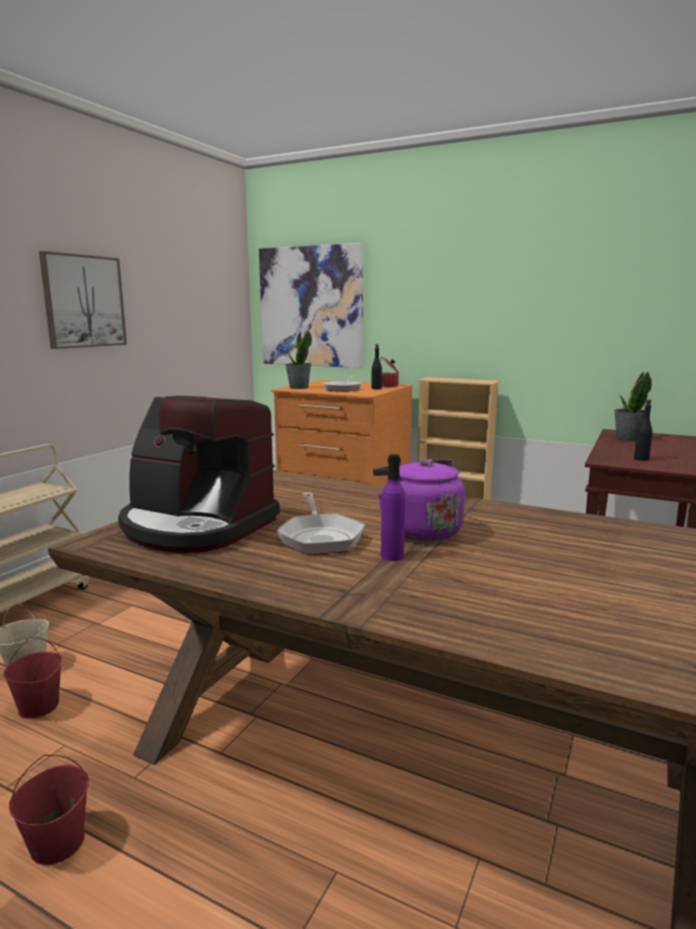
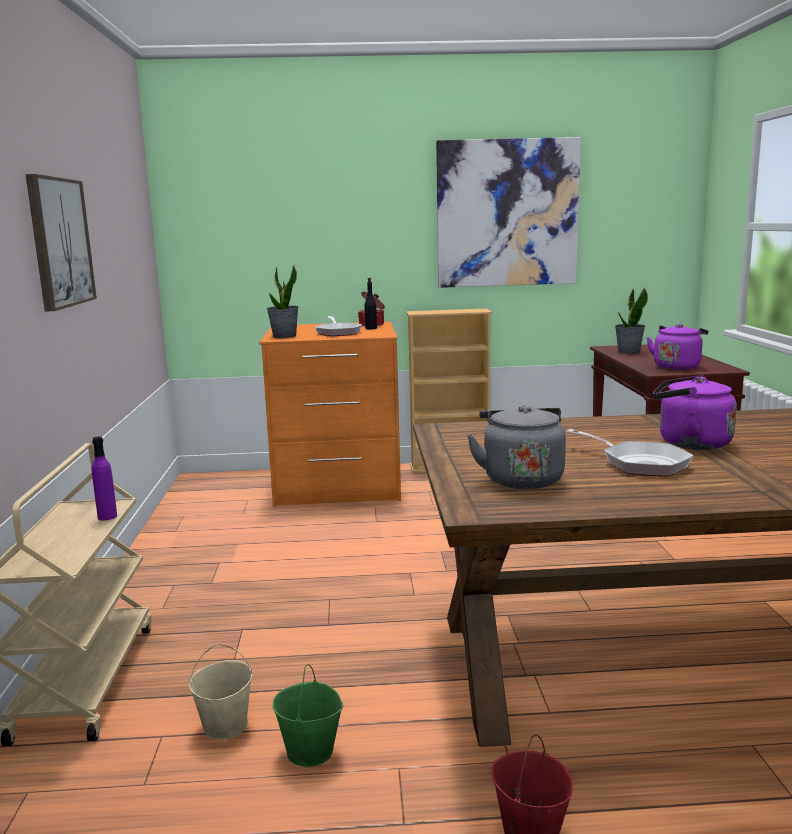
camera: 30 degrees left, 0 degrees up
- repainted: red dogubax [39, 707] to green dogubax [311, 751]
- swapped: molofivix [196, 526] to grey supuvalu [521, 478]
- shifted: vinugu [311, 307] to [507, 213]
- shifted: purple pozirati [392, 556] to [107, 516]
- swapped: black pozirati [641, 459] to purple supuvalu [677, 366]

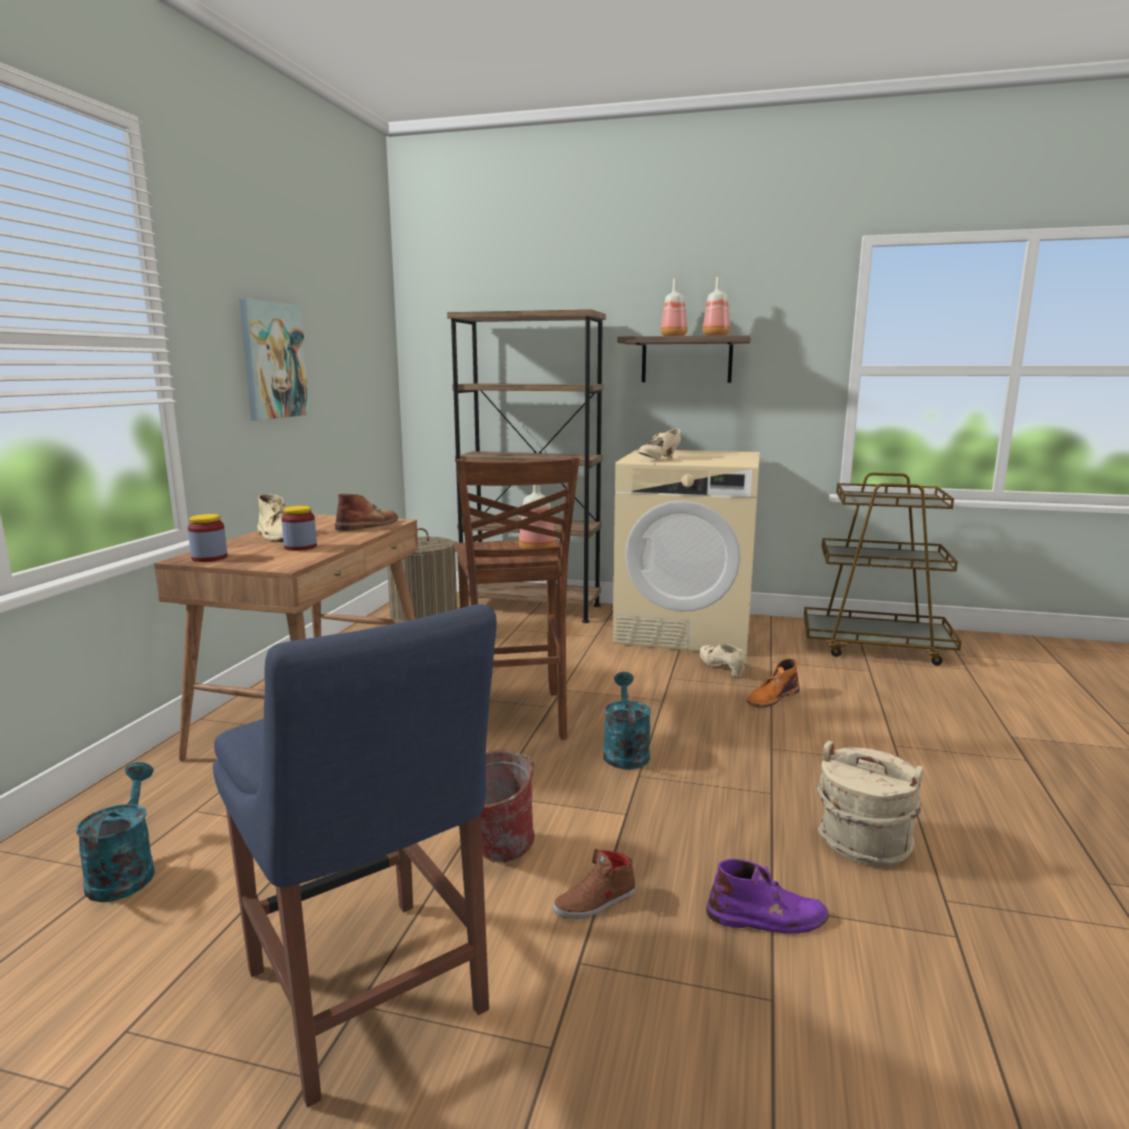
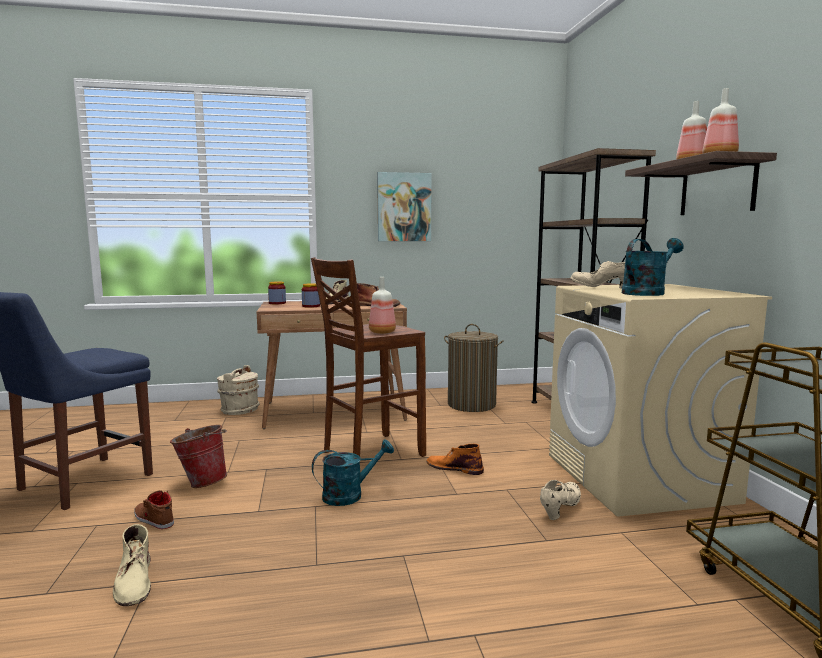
camera: 65 degrees right, 5 degrees down
- shifted: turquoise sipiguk [124, 871] to [647, 293]
- repainted: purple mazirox [768, 917] to beige mazirox [134, 582]
- shifted: orange mazirox [772, 697] to [454, 468]
- shifted: beige dogubax [863, 843] to [239, 410]

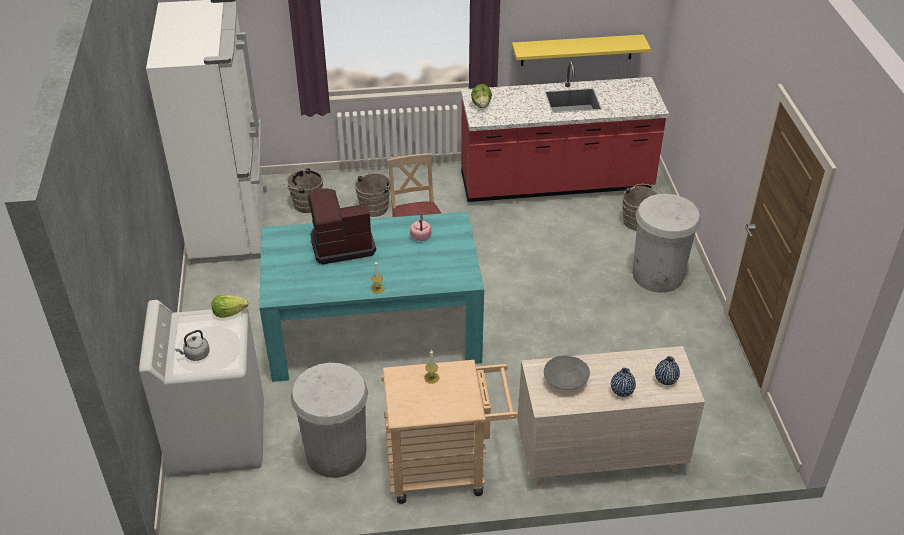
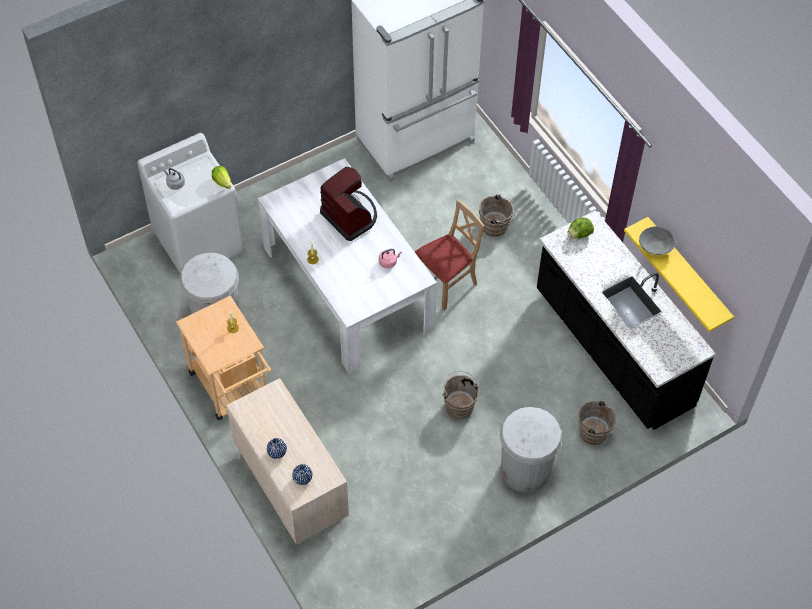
camera: 65 degrees right, 15 degrees up
- repainted: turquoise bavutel [373, 330] to white bavutel [347, 288]
- shifted: brown dogubax [305, 204] to [458, 404]
- repainted: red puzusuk [556, 184] to black puzusuk [612, 350]
- shifted: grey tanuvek [565, 381] to [655, 246]

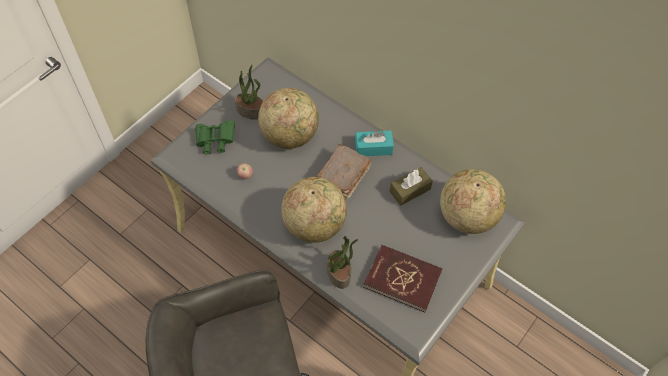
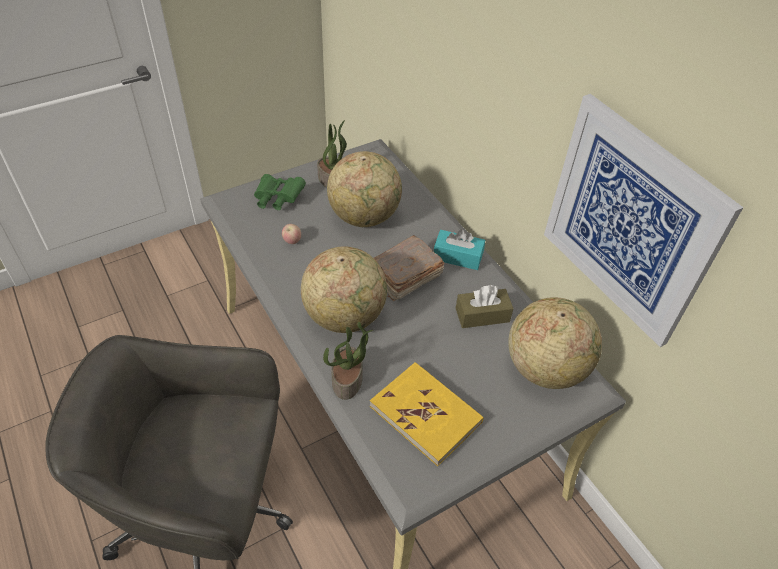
camera: 20 degrees right, 10 degrees down
- repainted: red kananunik [402, 279] to yellow kananunik [426, 414]
- new: vinugu [629, 221]

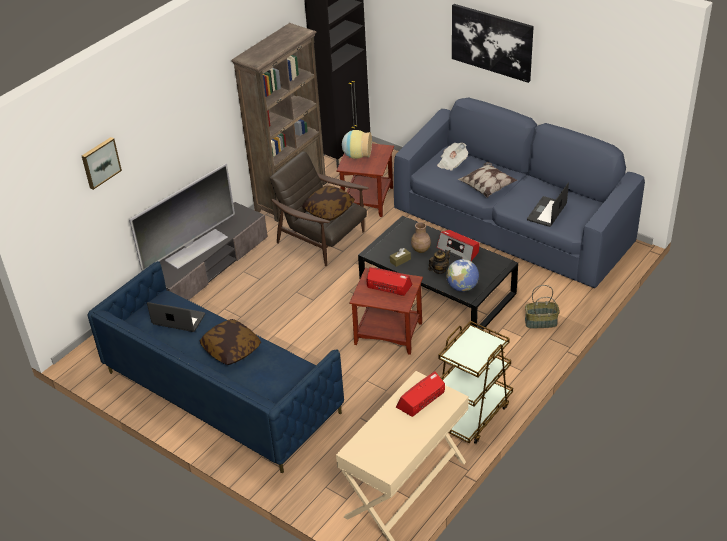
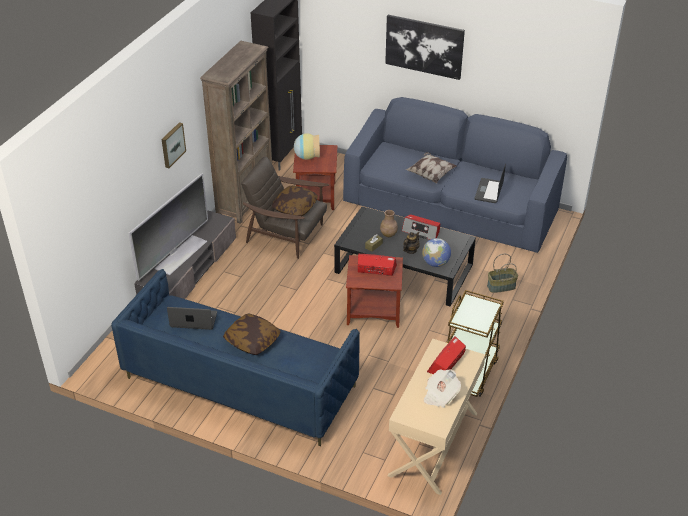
camera: 15 degrees left, 0 degrees up
- shifted: vinugu [100, 162] to [172, 144]
- shifted: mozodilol [452, 163] to [440, 395]

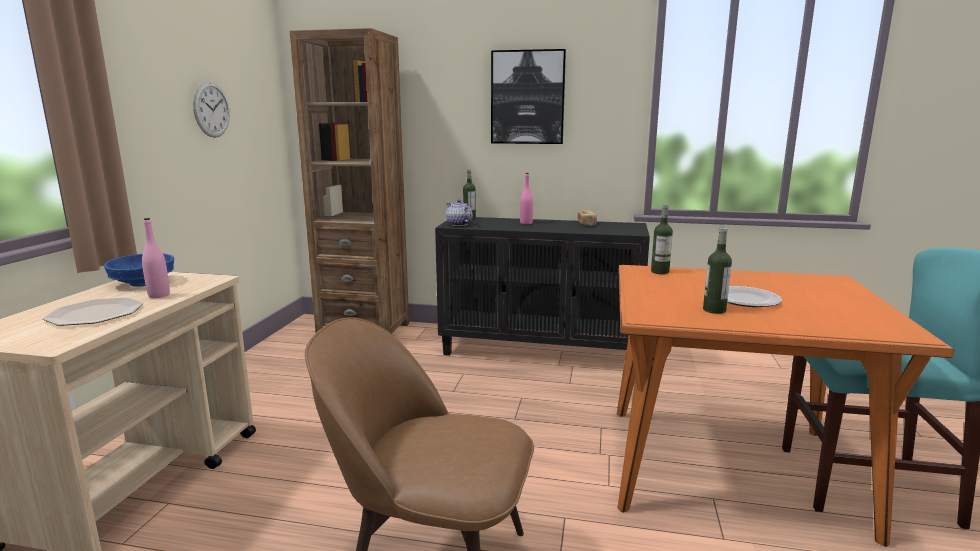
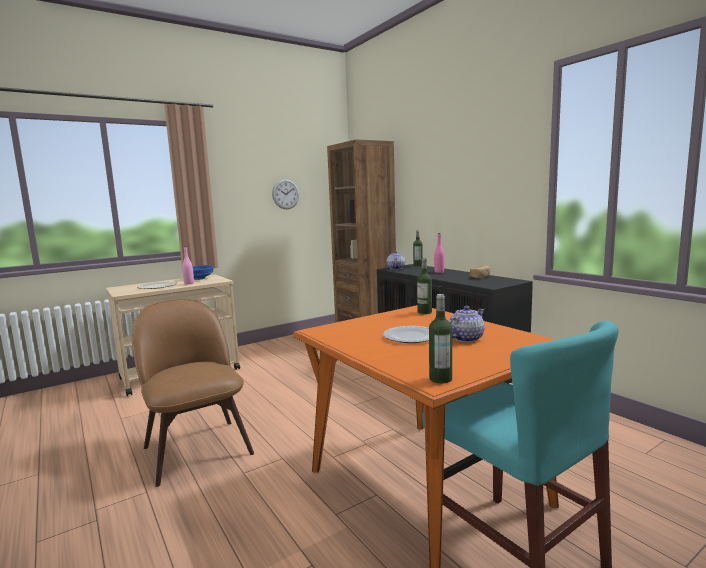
camera: 45 degrees right, 5 degrees down
- gone: vinugu [527, 97]
- shifted: pozirati [714, 310] to [440, 379]
- new: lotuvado [465, 338]

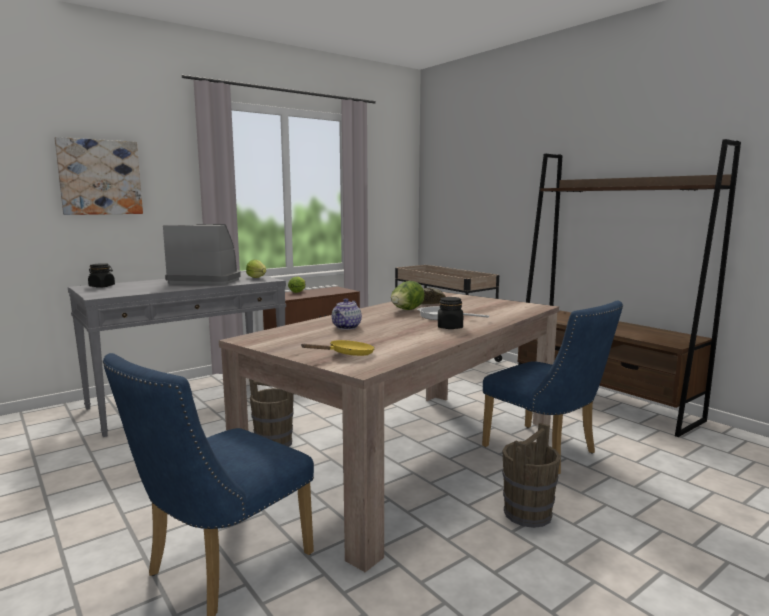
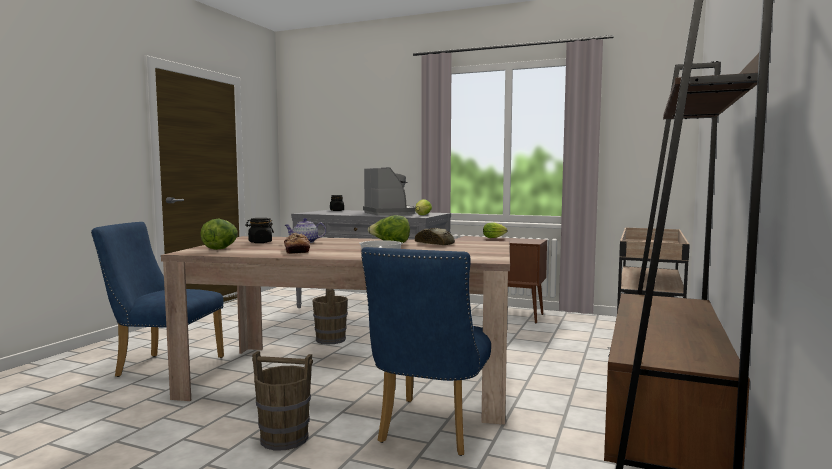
camera: 60 degrees right, 5 degrees down
- gone: vinugu [100, 177]
- swapped: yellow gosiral [347, 355] to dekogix [221, 248]
- shifted: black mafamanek [450, 327] to [260, 242]
- new: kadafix [296, 250]

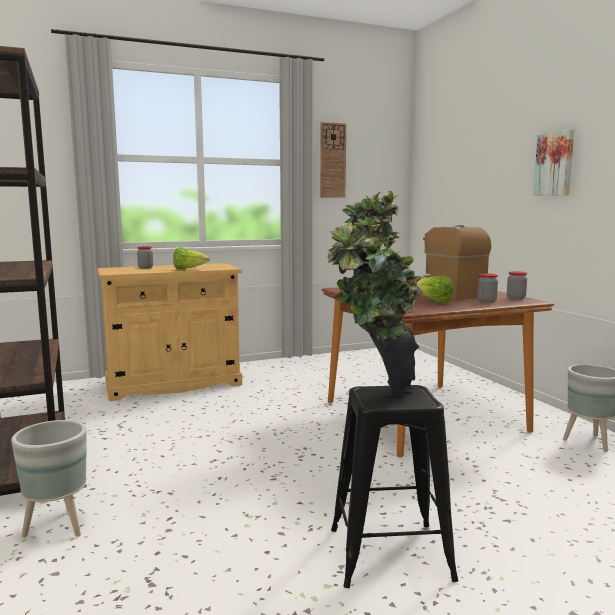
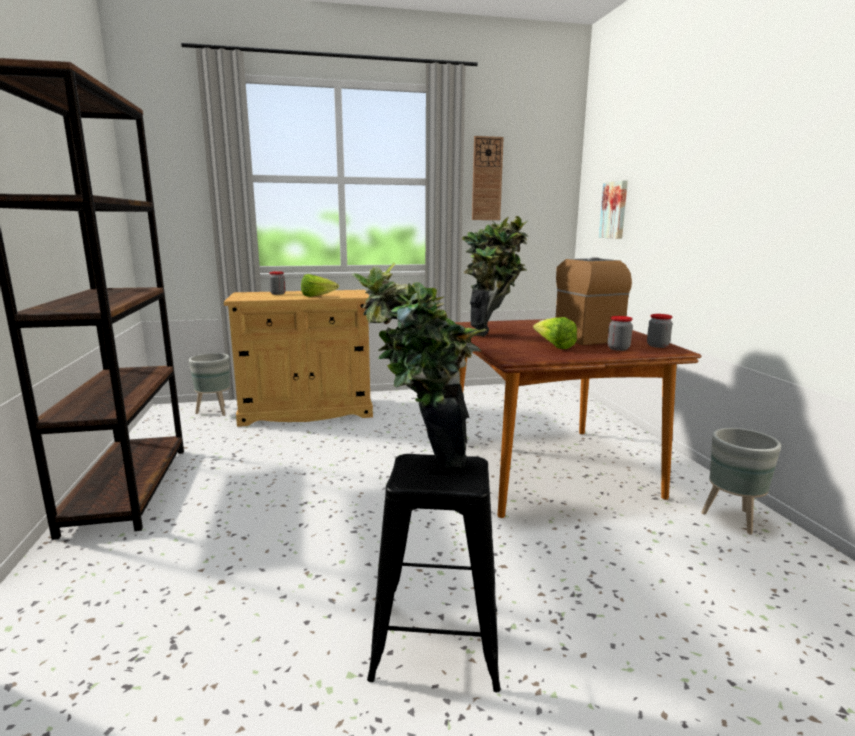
camera: 10 degrees right, 5 degrees up
- shifted: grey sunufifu [57, 527] to [214, 411]
- shifted: vinugu [555, 164] to [615, 210]

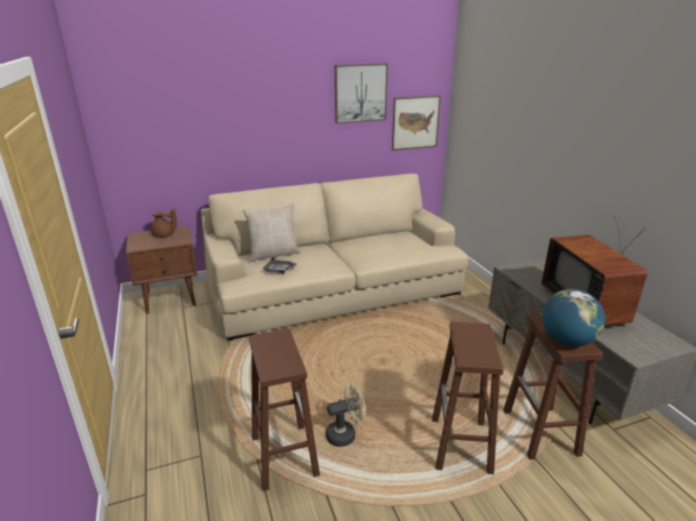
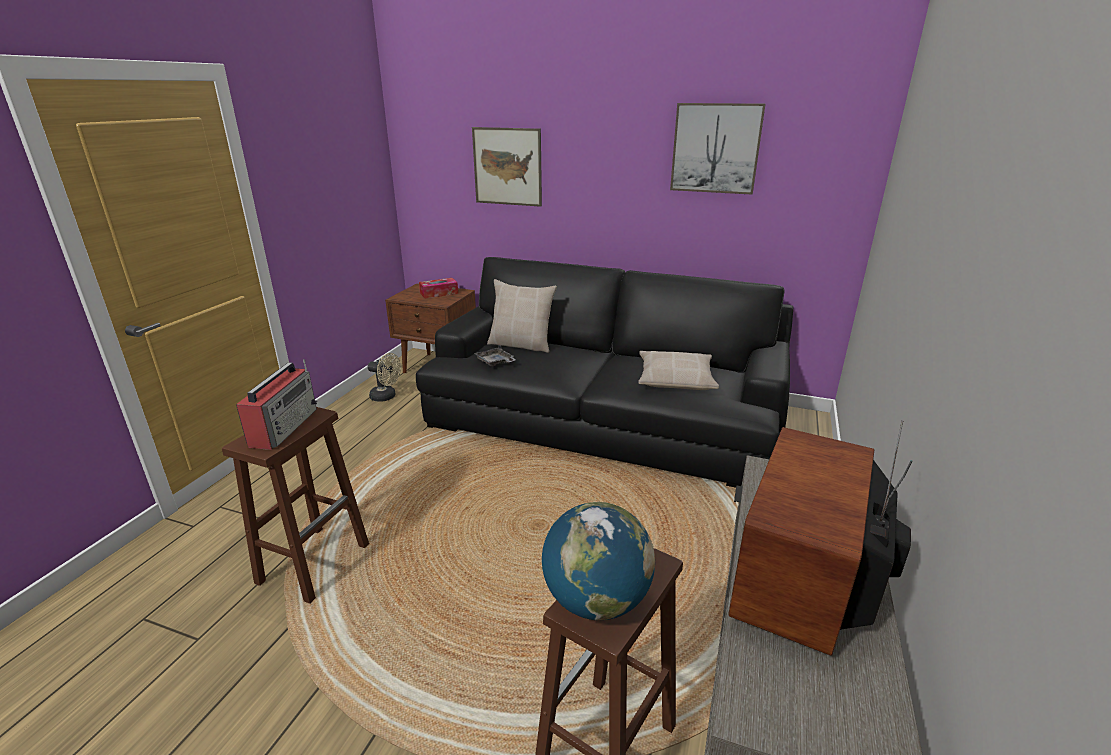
camera: 40 degrees right, 0 degrees up
- swapped: brown lotuvado [164, 235] to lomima [439, 293]
- repainted: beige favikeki [334, 288] to black favikeki [604, 417]
- shifted: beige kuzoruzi [345, 434] to [386, 397]
- shifted: vinugu [415, 123] to [507, 166]
- gone: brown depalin [461, 446]
- new: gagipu [284, 426]
- new: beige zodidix [675, 379]

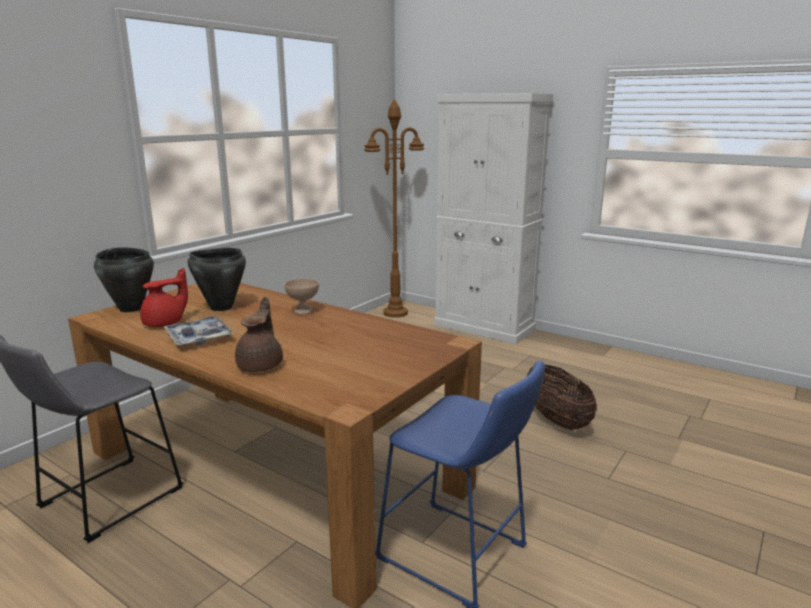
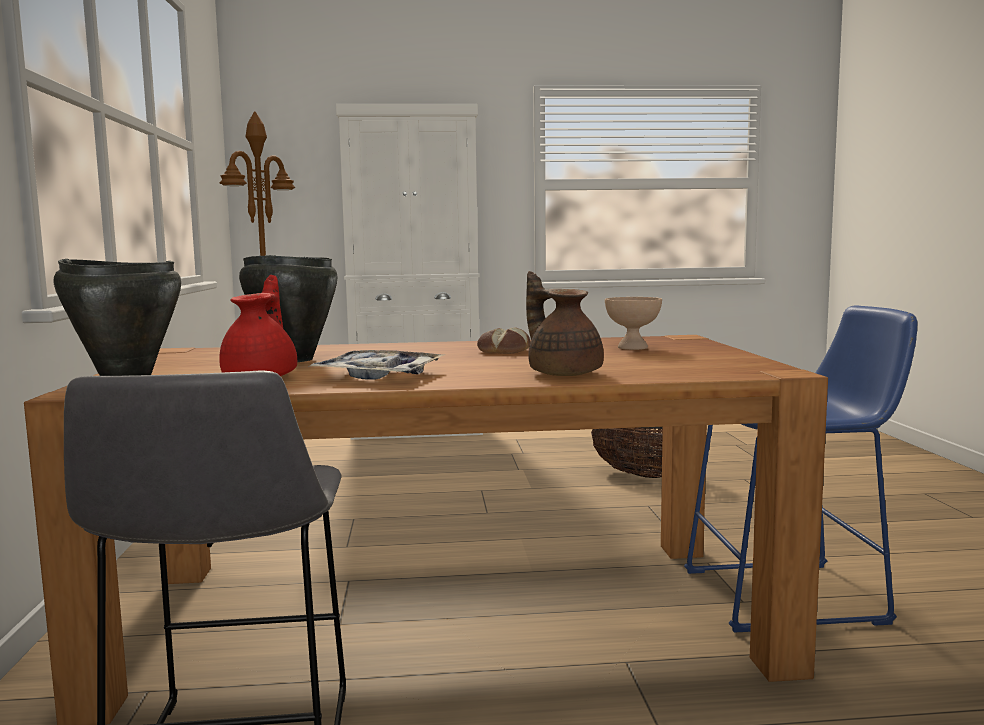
camera: 40 degrees left, 10 degrees down
- shifted: beige tanuvek [303, 311] to [633, 347]
- new: kadafix [503, 350]

